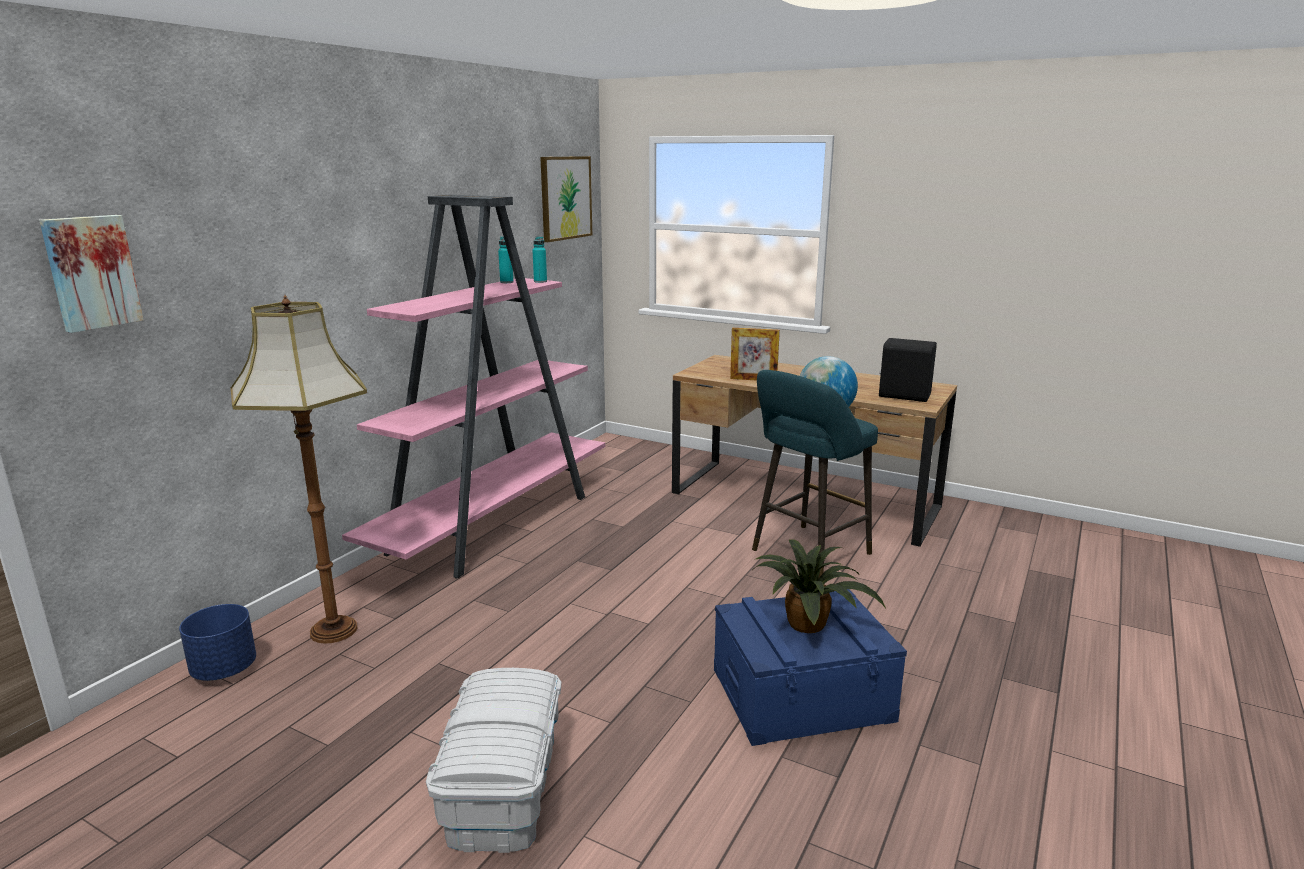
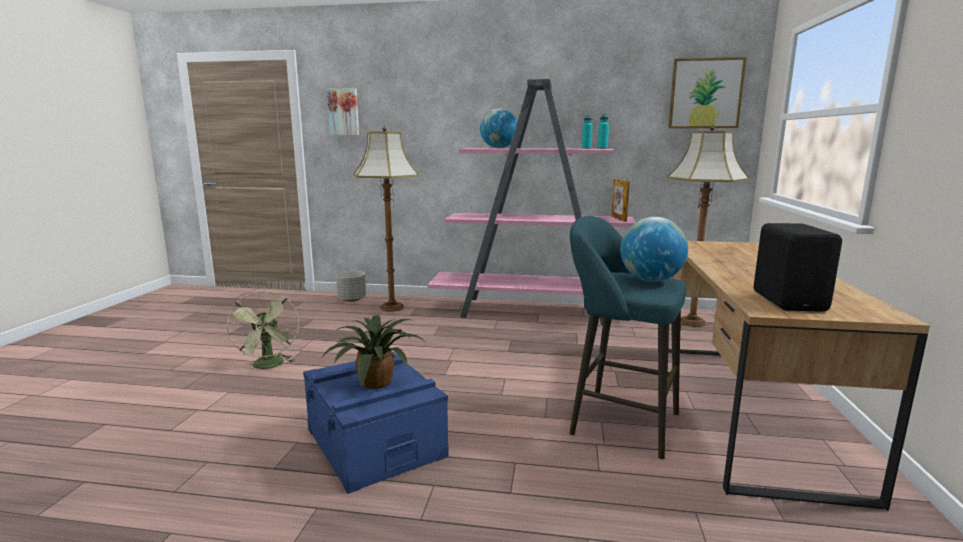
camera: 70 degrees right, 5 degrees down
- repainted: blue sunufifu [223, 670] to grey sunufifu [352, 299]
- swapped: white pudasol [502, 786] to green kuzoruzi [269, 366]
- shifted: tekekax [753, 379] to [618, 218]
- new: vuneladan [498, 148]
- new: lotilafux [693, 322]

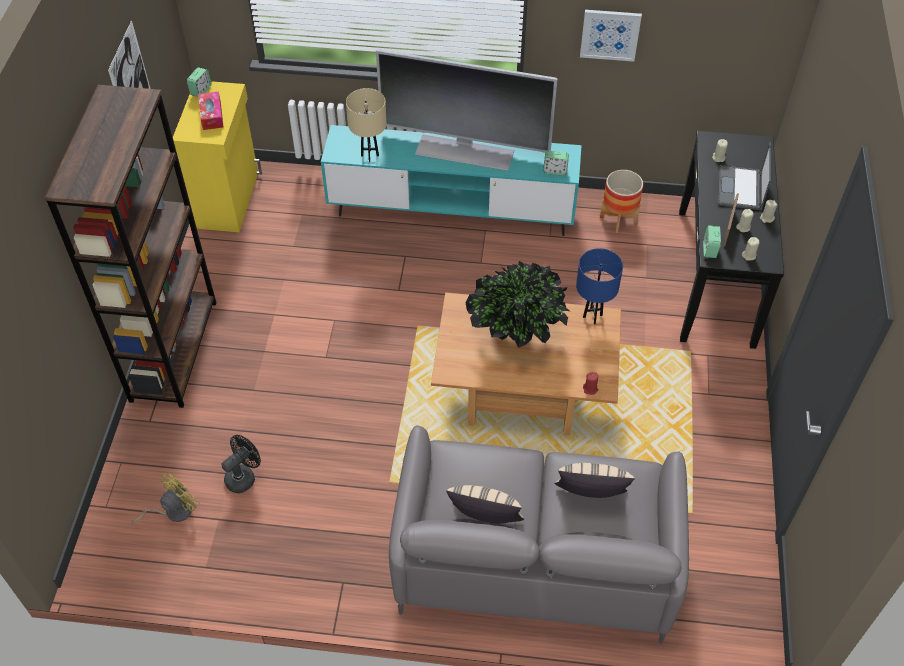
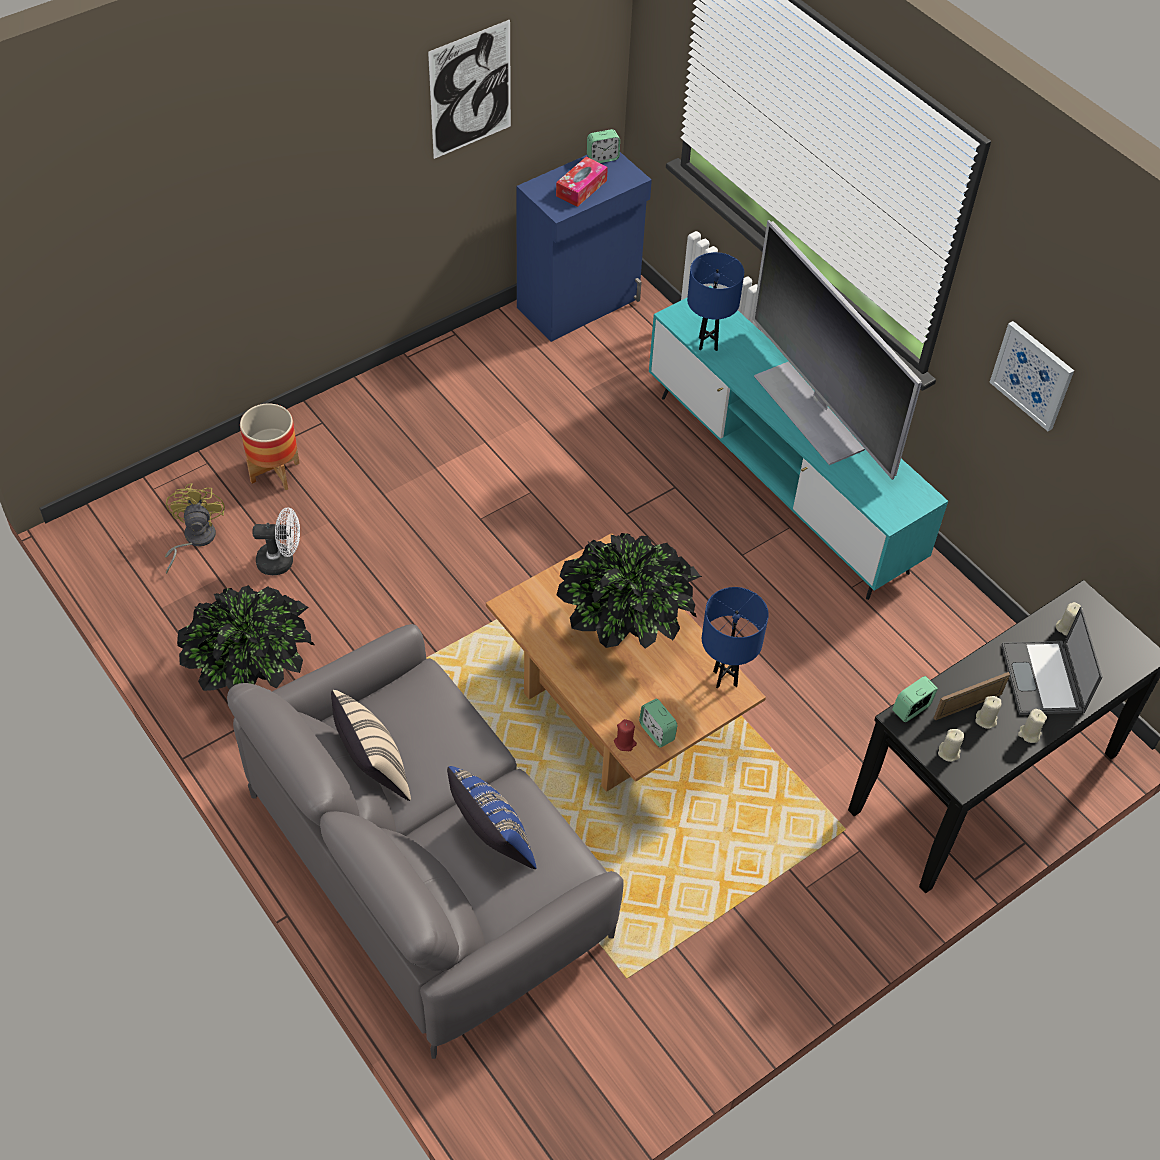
camera: 45 degrees right, 0 degrees up
- gone: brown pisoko [174, 350]
- rotated: yellow kuzoruzi [173, 511] = [194, 539] 90 degrees counterclockwise
- repainted: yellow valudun [228, 199] to blue valudun [580, 303]
- repainted: black kuzoruzi [244, 476] to white kuzoruzi [281, 561]
- repainted: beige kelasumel [370, 156] to blue kelasumel [708, 344]
- shifted: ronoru [555, 171] to [657, 732]
- repainted: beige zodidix [590, 499] to blue zodidix [491, 842]
- shifted: sunufifu [618, 219] to [275, 472]
- rotated: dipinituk [740, 189] = [1043, 679] 60 degrees counterclockwise
- new: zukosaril [253, 675]

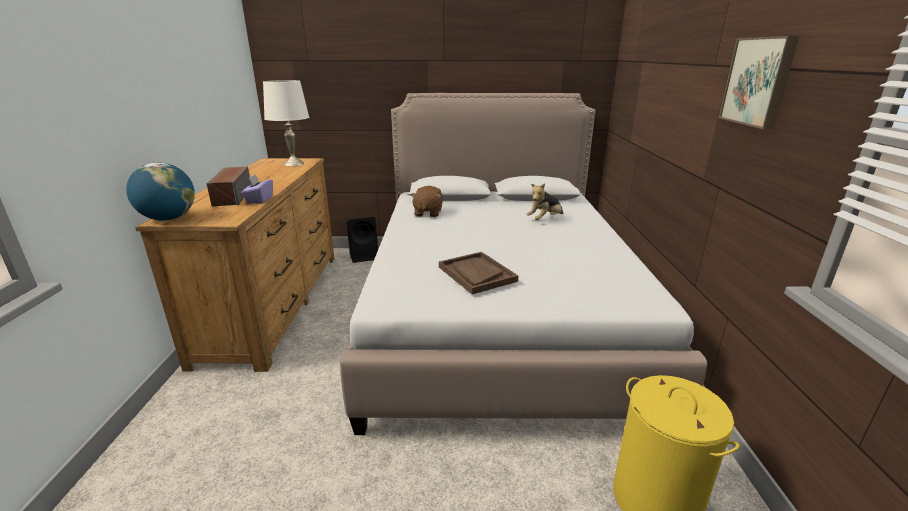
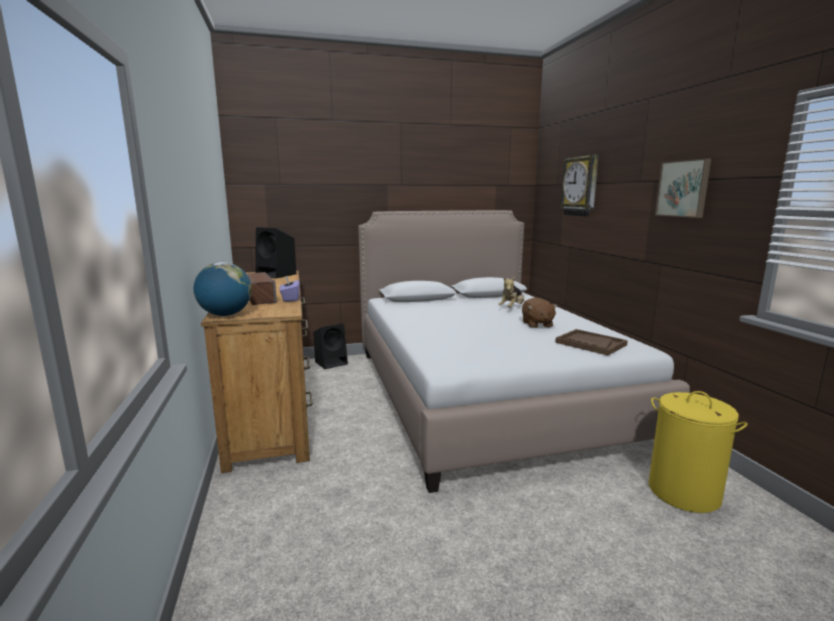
camera: 15 degrees left, 10 degrees down
- swapped: white kelasumel [294, 163] to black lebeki [277, 275]
- shifted: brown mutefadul [427, 213] to [537, 324]
- shifted: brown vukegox [476, 274] to [590, 344]
- new: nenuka [580, 186]

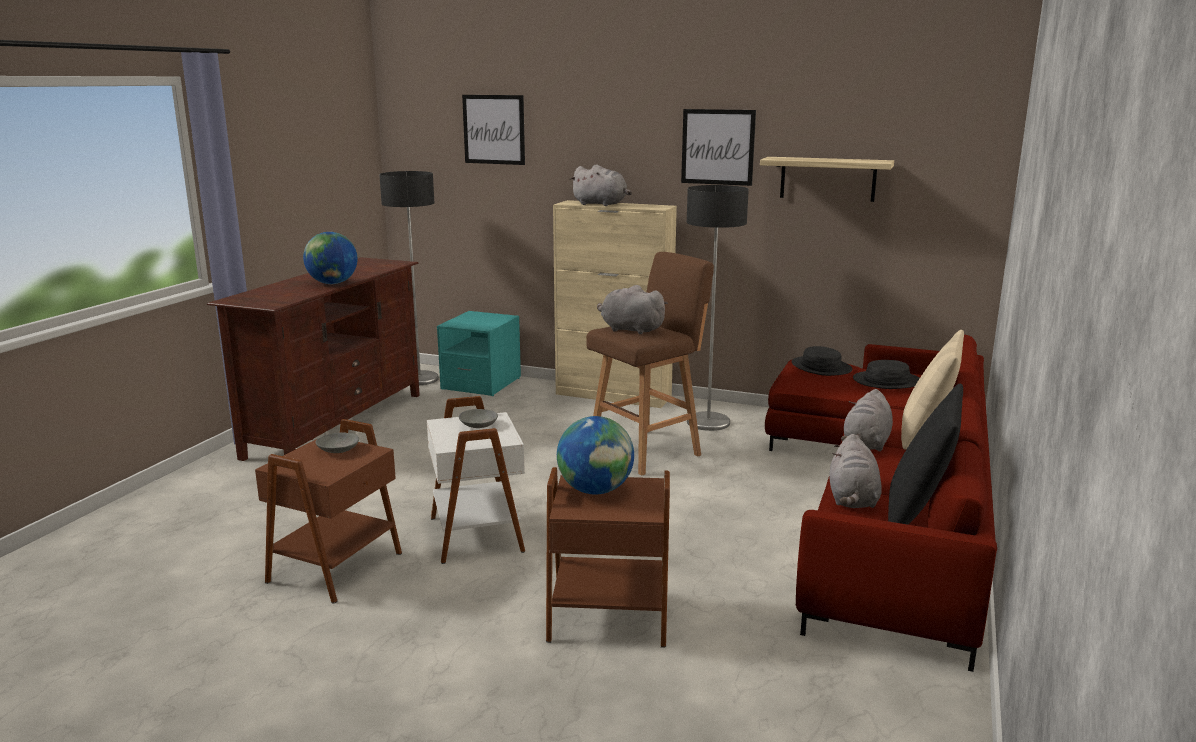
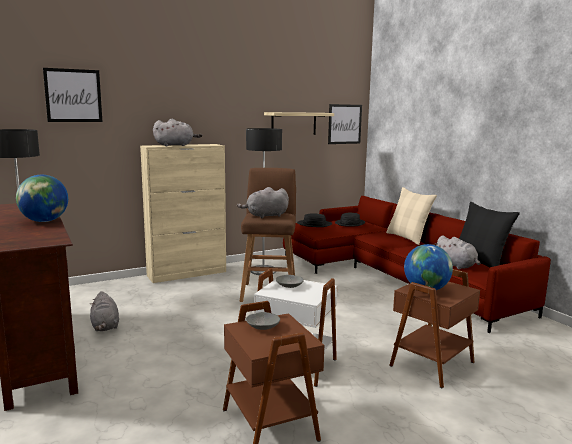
camera: 50 degrees left, 5 degrees down
- gone: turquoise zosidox [481, 384]
- shifted: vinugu [718, 147] to [344, 124]
- shifted: grey mutefadul [866, 444] to [105, 326]

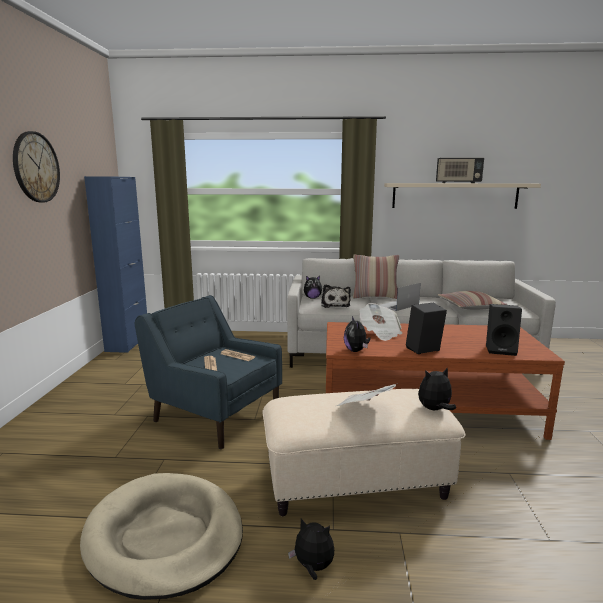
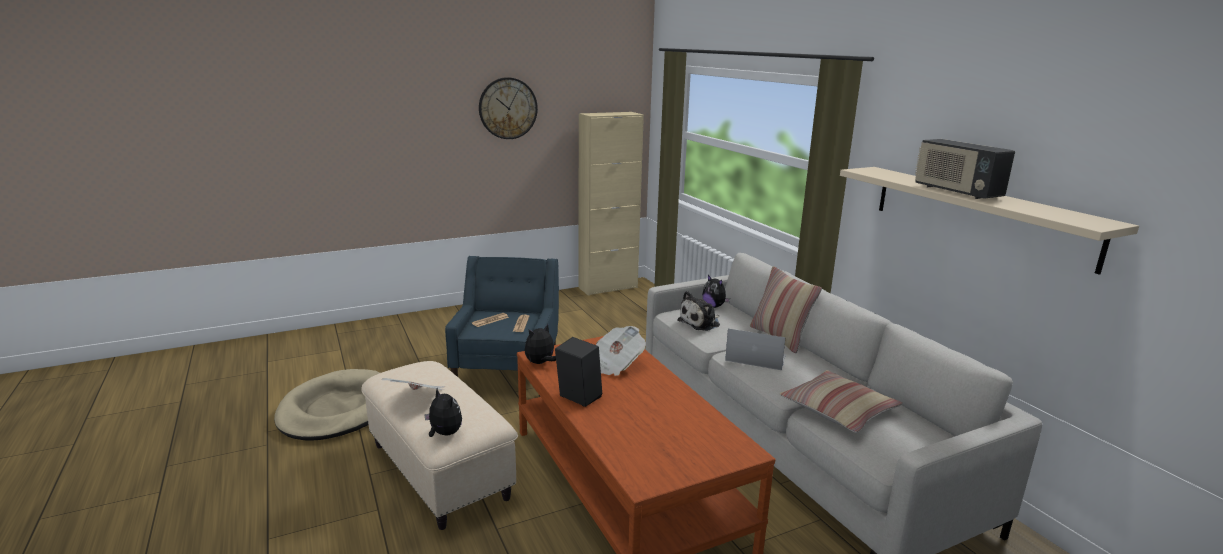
camera: 60 degrees right, 5 degrees up
- repainted: blue valudun [127, 343] to beige valudun [608, 287]
- gone: mutefadul [313, 567]
- gone: black lebeki [501, 350]

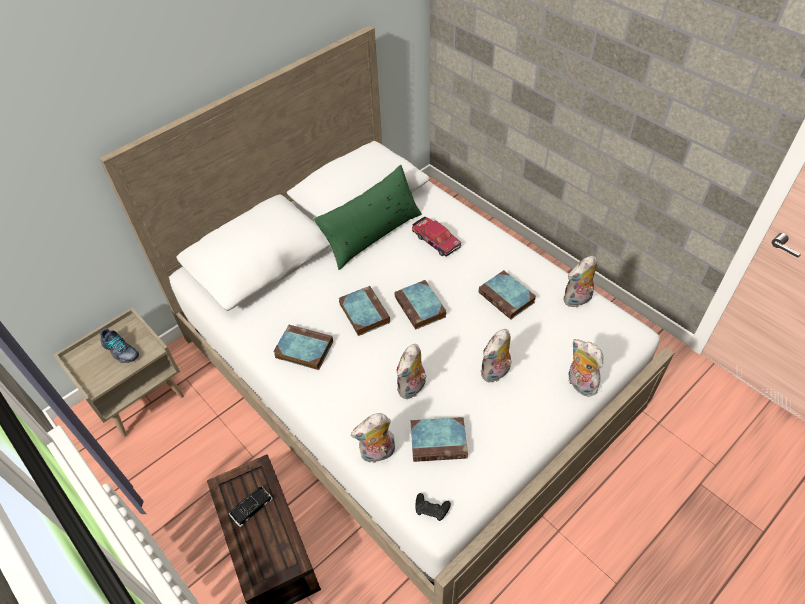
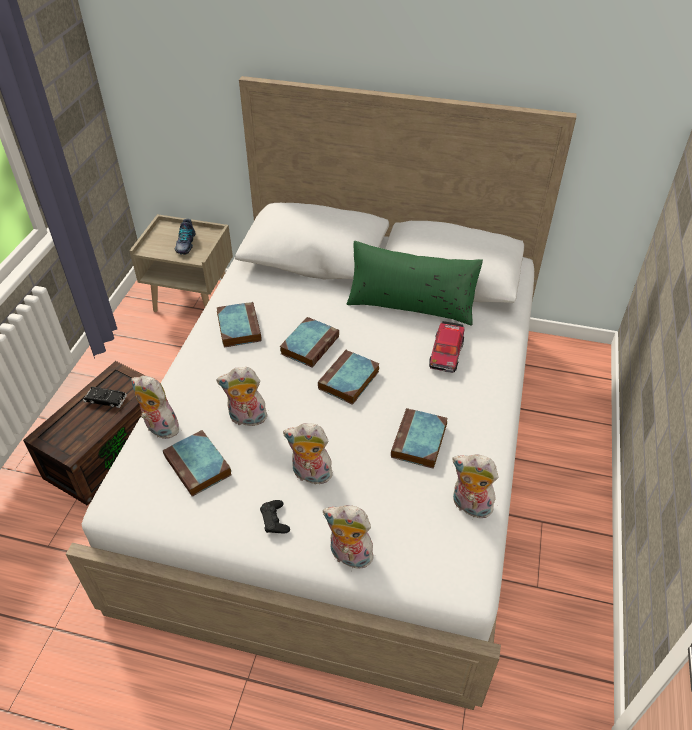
camera: 55 degrees right, 5 degrees down
- shifted: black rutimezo [431, 508] to [275, 520]
- rotated: mutefadul [579, 384] = [349, 556] 90 degrees counterclockwise

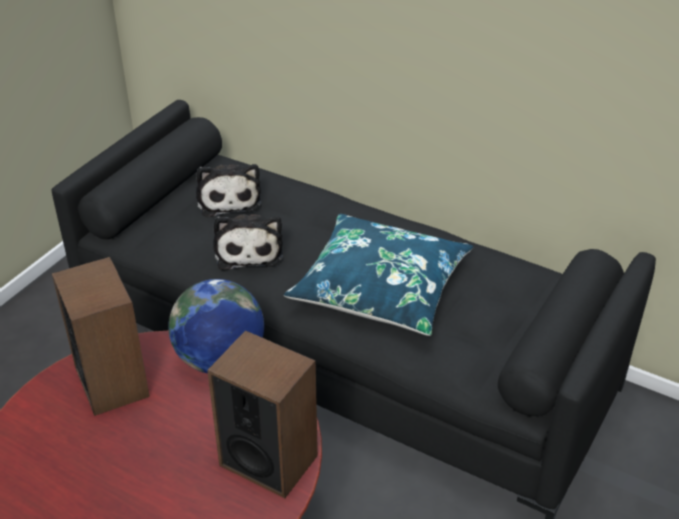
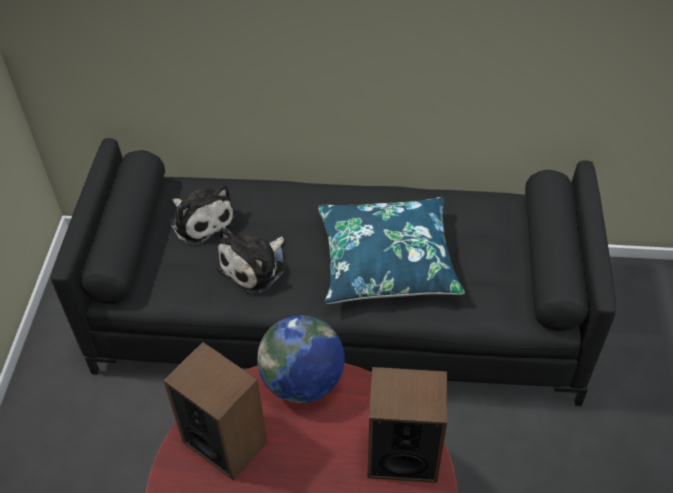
camera: 25 degrees left, 10 degrees up
- rotated: mutefadul [248, 250] = [255, 266] 75 degrees clockwise

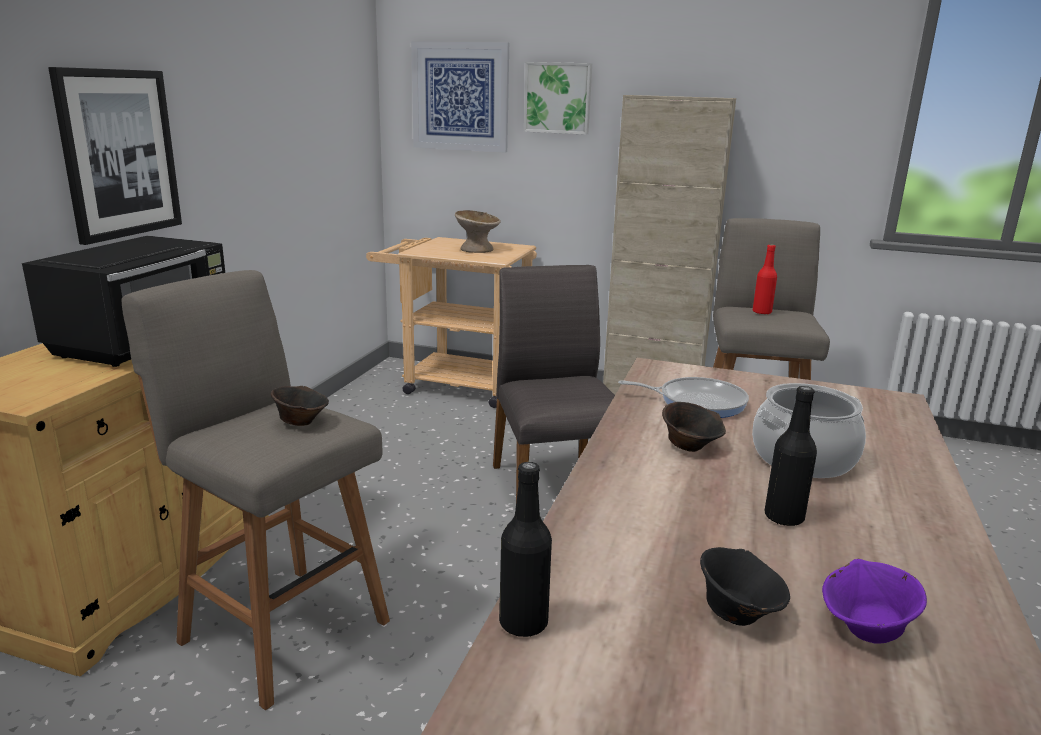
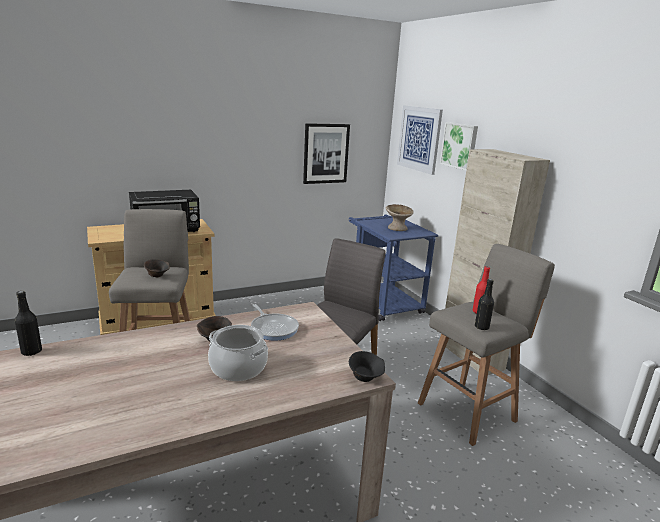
camera: 45 degrees right, 0 degrees up
- shifted: vinugu [119, 154] to [326, 153]
- repainted: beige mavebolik [455, 384] to blue mavebolik [382, 302]
- shifted: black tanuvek [737, 613] to [365, 378]
- shifted: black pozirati [784, 517] to [481, 327]
- gone: purple tanuvek [866, 630]

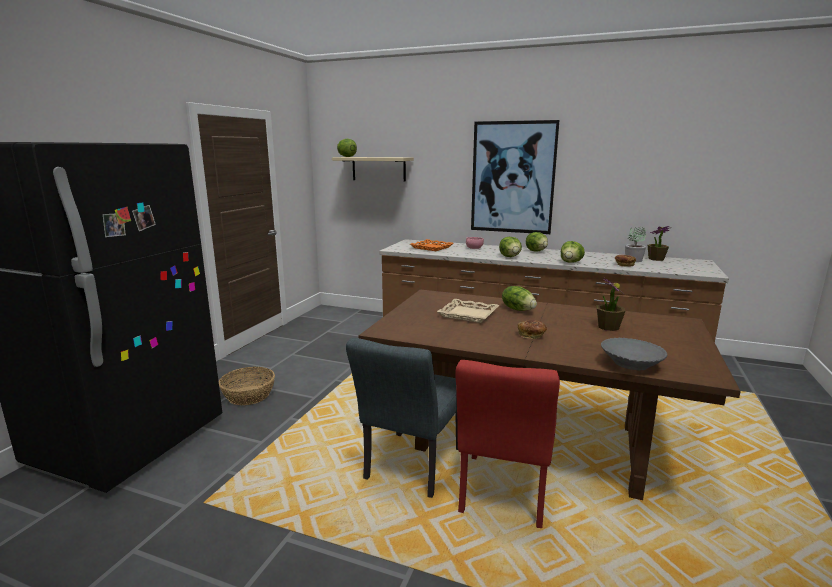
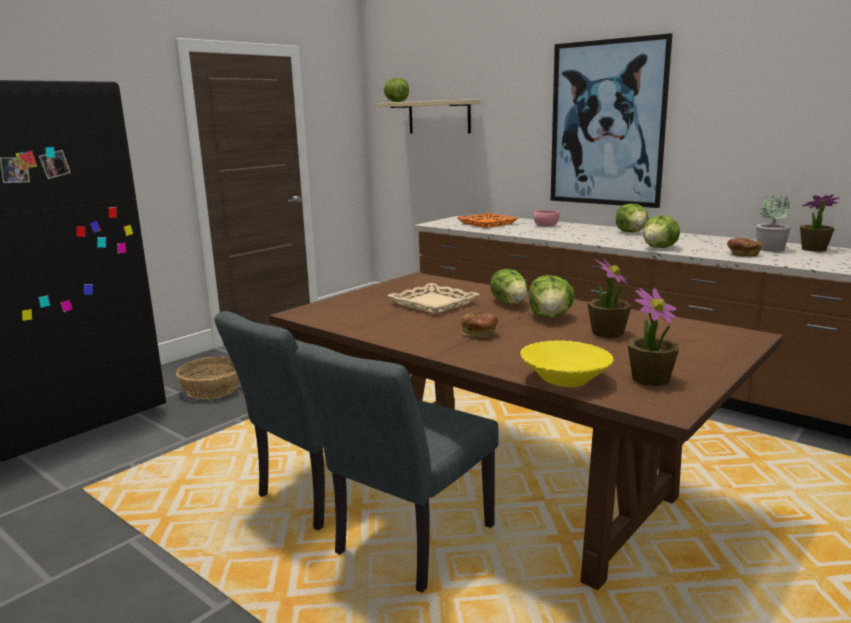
camera: 20 degrees right, 0 degrees up
- repainted: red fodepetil [502, 496] to grey fodepetil [407, 546]
- shifted: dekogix [510, 257] to [550, 317]
- repainted: grey tanuvek [630, 365] to yellow tanuvek [565, 380]
- new: zukosaril [650, 379]

